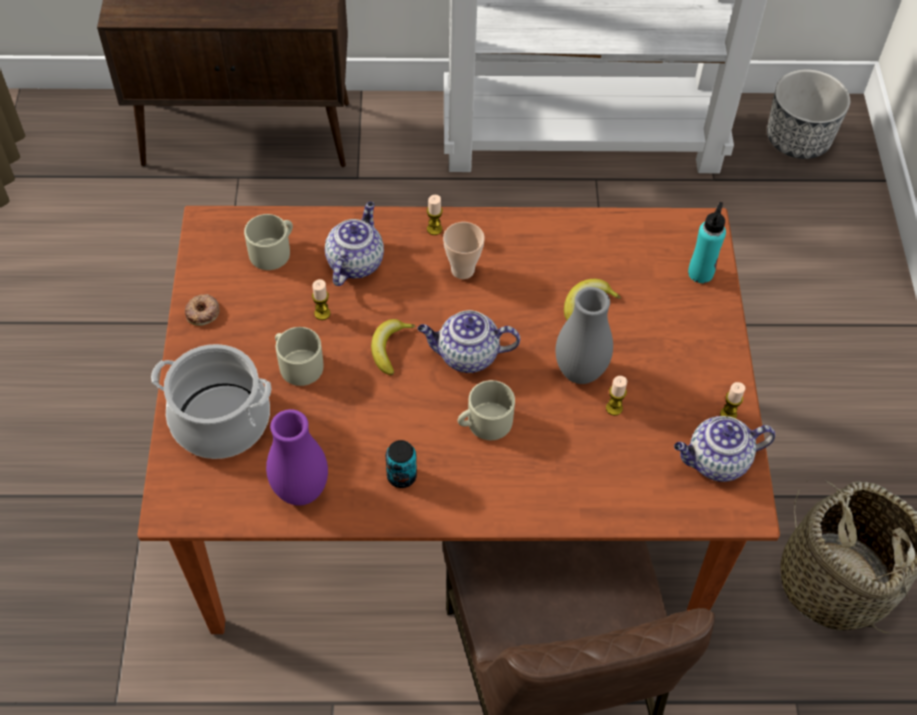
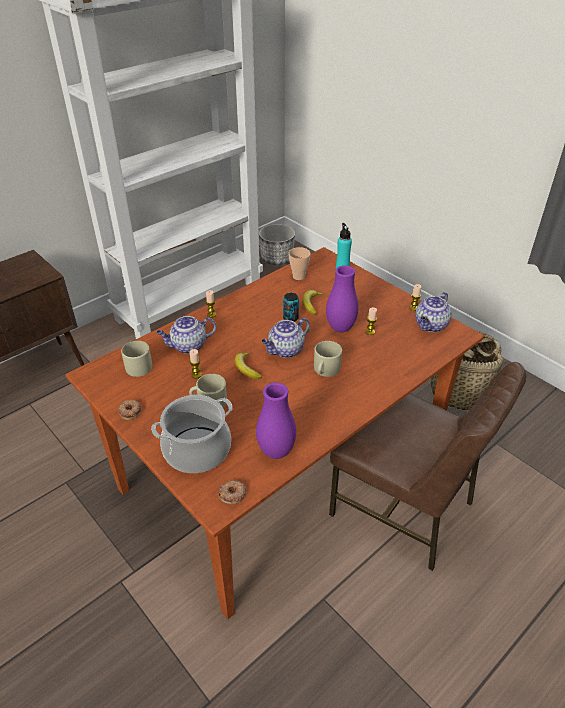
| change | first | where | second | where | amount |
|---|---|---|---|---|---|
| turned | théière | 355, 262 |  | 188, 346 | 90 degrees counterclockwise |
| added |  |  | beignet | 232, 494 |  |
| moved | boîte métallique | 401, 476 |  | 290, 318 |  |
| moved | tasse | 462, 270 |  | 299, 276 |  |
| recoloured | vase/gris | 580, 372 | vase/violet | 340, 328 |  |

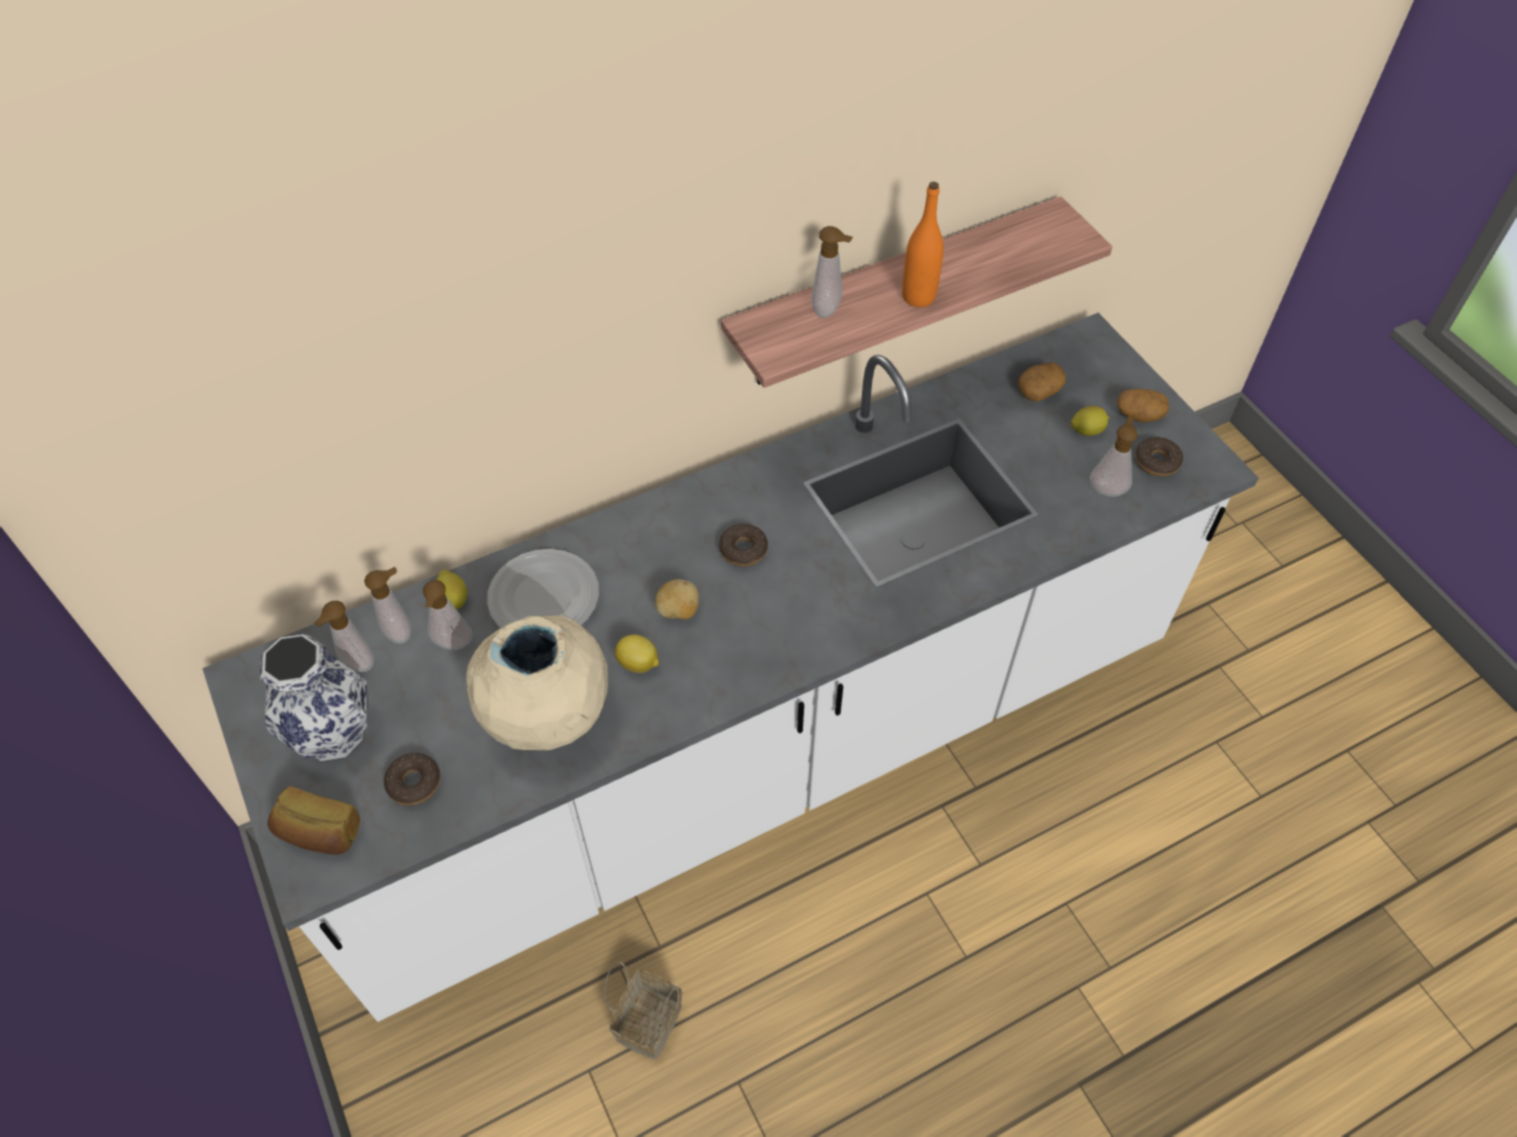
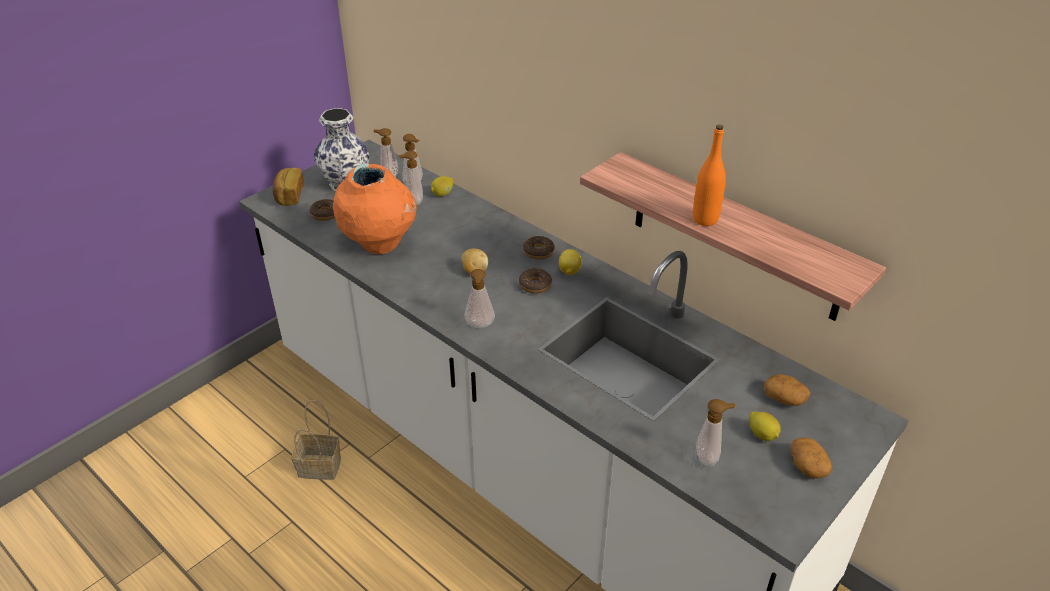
| change | first | where | second | where | amount |
|---|---|---|---|---|---|
| recoloured | vase/beige | 549, 719 | vase/orange | 379, 245 |  |
| moved | distributeur de savon | 829, 310 |  | 480, 326 |  |
| moved | beignet | 1156, 461 |  | 538, 252 |  |
| moved | citron | 638, 664 |  | 569, 271 |  |
| removed | assiette | 544, 599 |  |  |  |

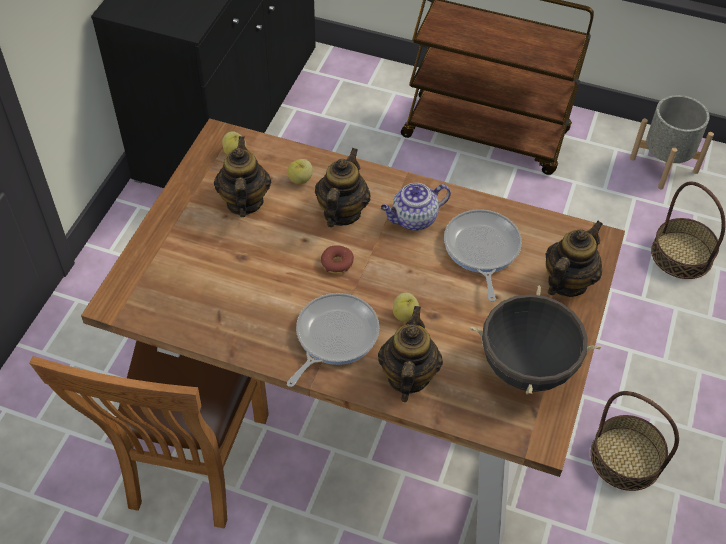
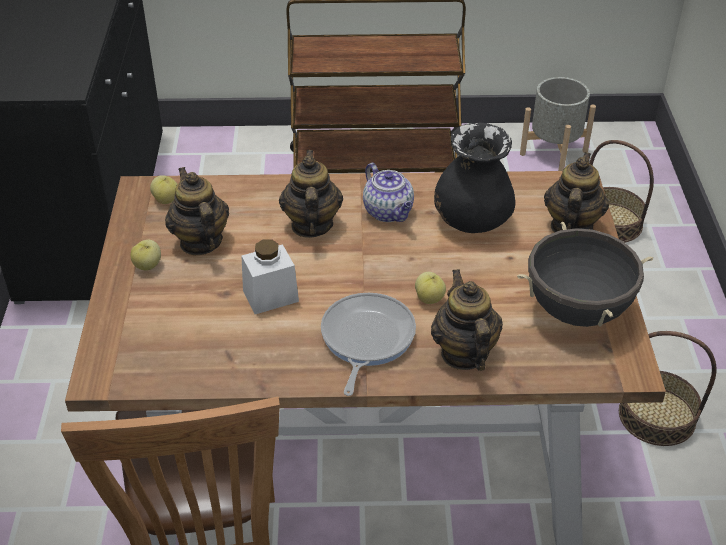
| change | first | where | second | where | amount |
|---|---|---|---|---|---|
| moved | pomme | 300, 180 |  | 148, 266 |  |
| added |  |  | bocal/blanc | 270, 296 |  |
| turned | théière | 413, 219 |  | 389, 212 | 75 degrees counterclockwise |
| replaced | poêle | 481, 250 | vase/noir | 472, 221 |  |
| removed | beignet | 337, 263 |  |  |  |

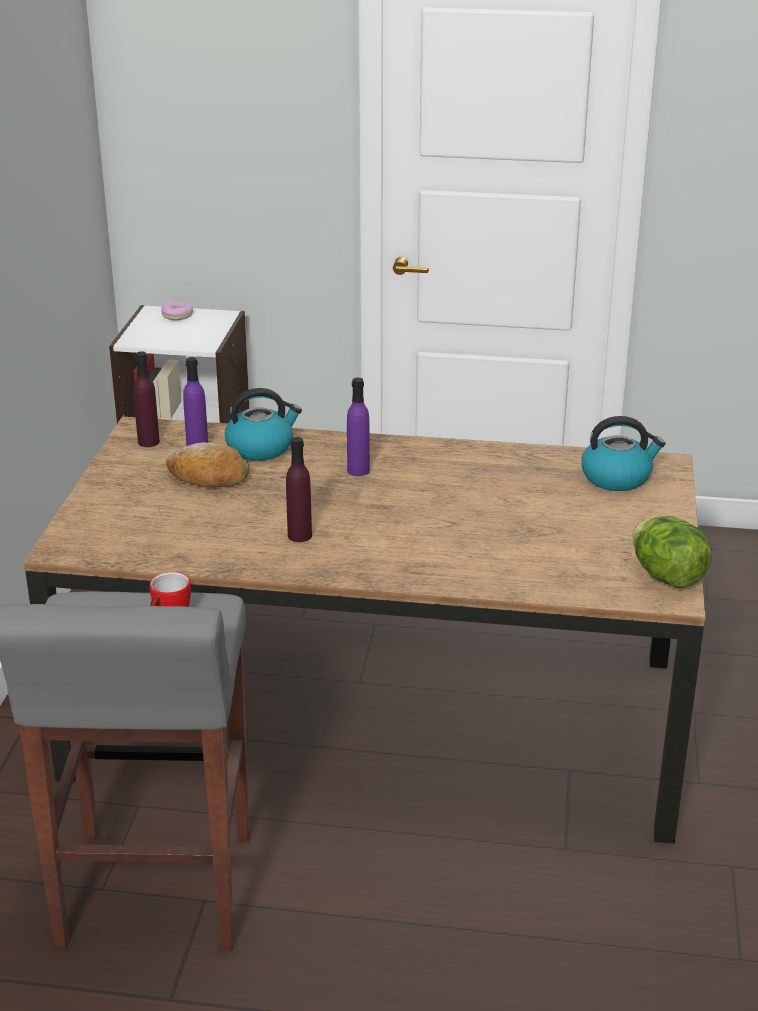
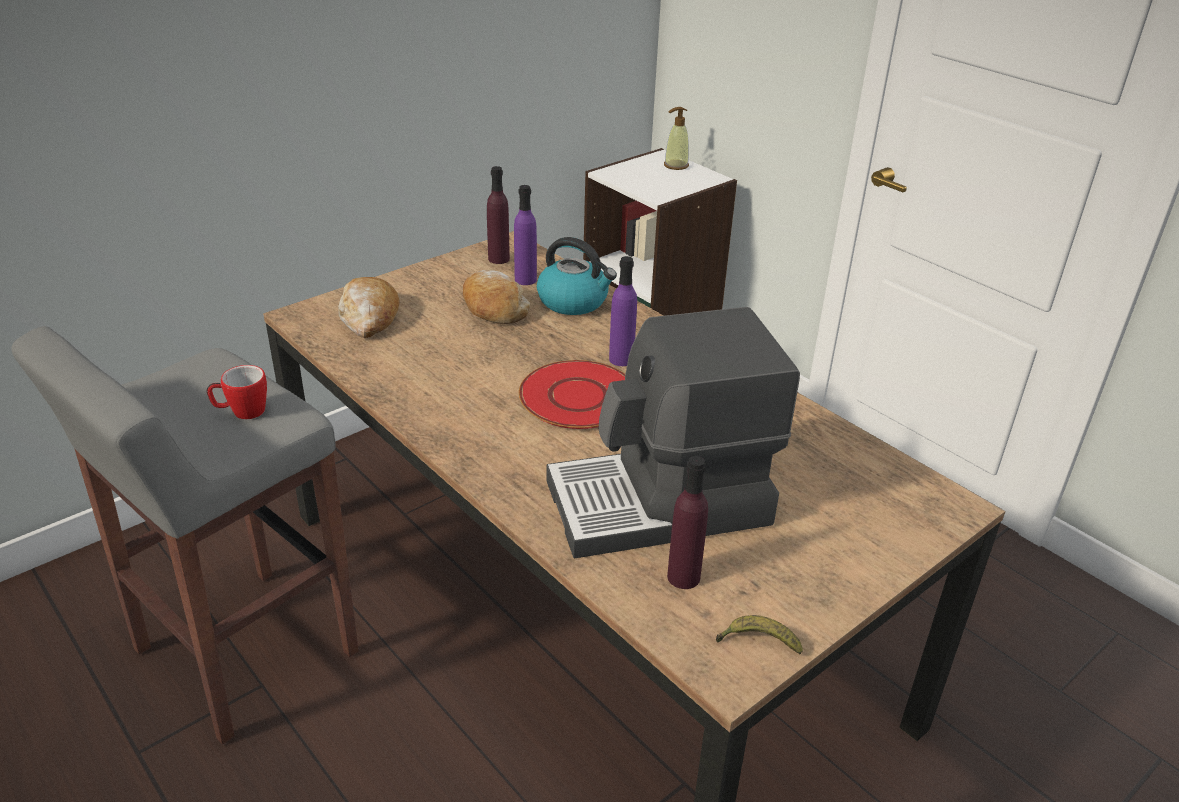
| change | first | where | second | where | amount |
|---|---|---|---|---|---|
| added |  |  | pain | 370, 317 |  |
| added |  |  | assiette/rouge | 578, 397 |  |
| added |  |  | machine à café | 661, 505 |  |
| replaced | beignet | 177, 315 | distributeur de savon | 676, 165 |  |
| moved | bouteille/violet | 299, 535 |  | 683, 577 |  |
| replaced | laitue | 667, 577 | banane | 758, 642 |  |
| removed | bouilloire | 617, 477 |  |  |  |

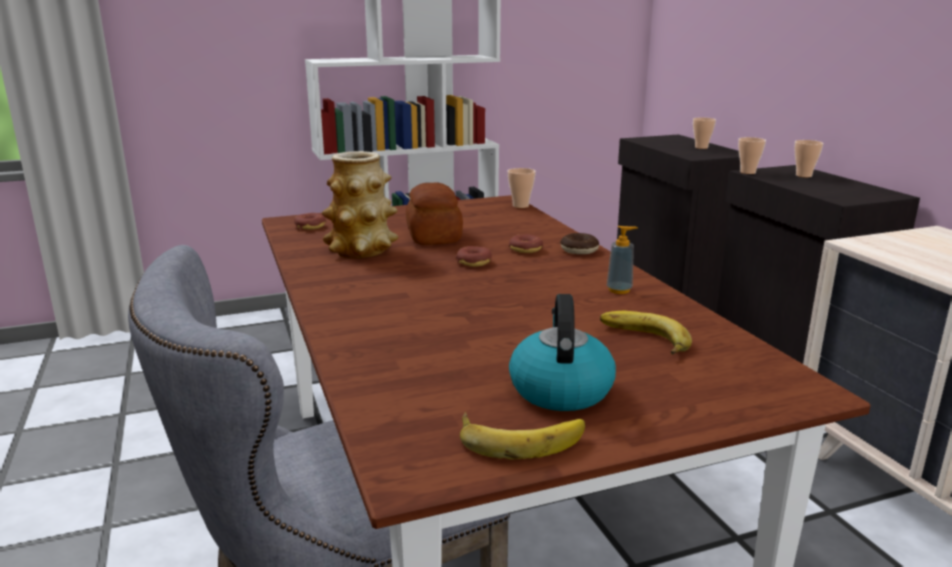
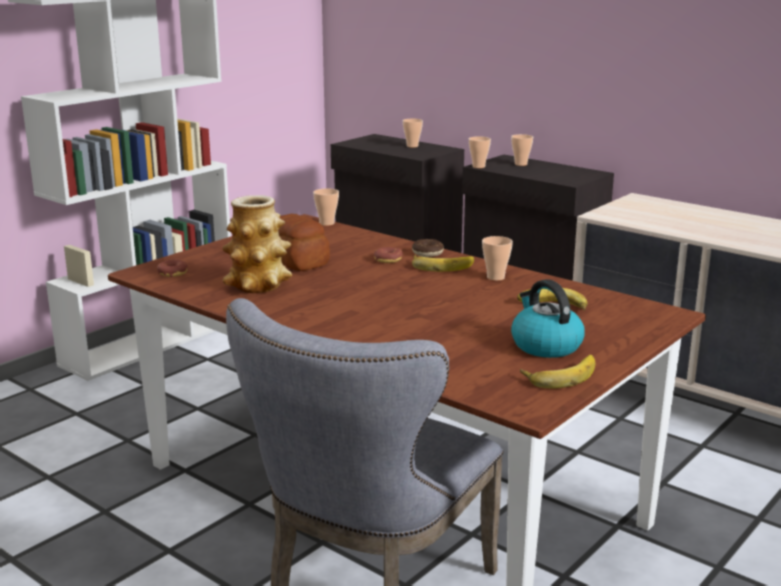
| change | first | where | second | where | amount |
|---|---|---|---|---|---|
| added |  |  | banane | 442, 265 |  |
| replaced | distributeur de savon | 619, 290 | tasse | 495, 277 |  |
| removed | beignet | 474, 262 |  |  |  |

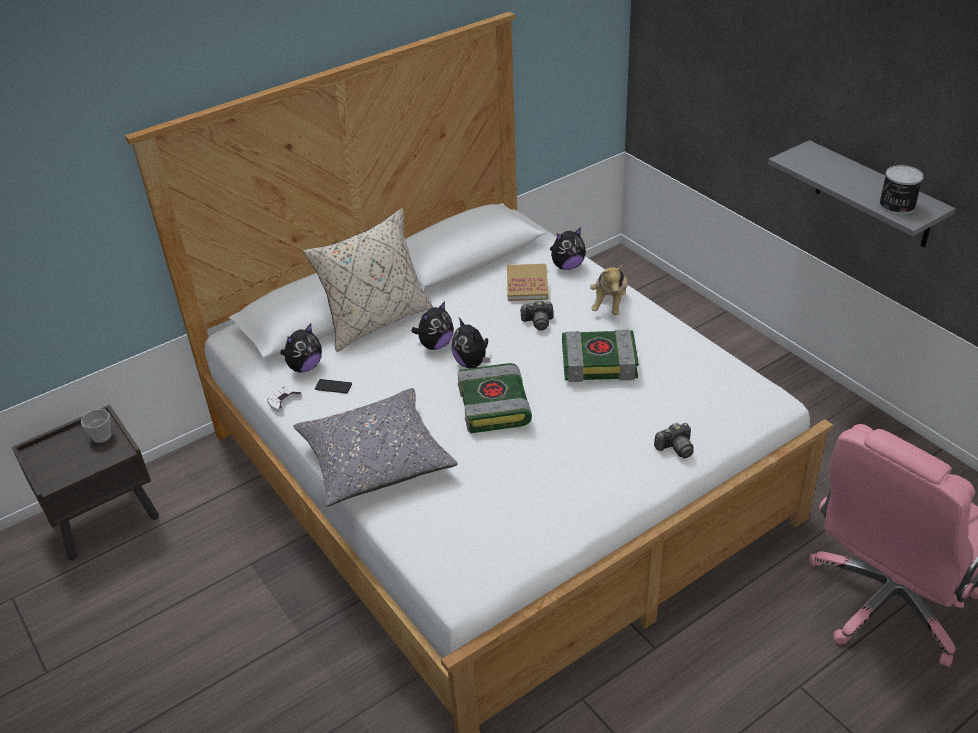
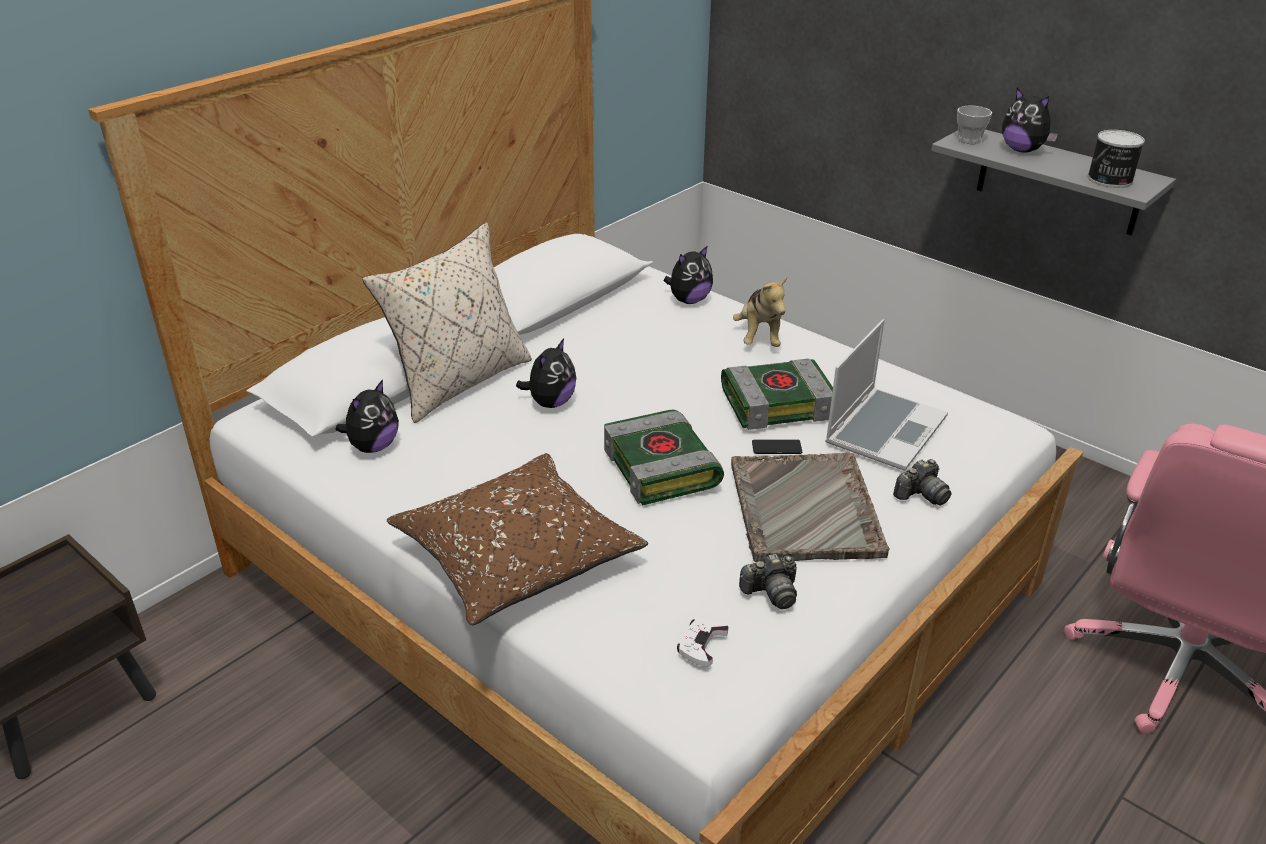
| change | first | where | second | where | amount |
|---|---|---|---|---|---|
| recoloured | coussin/gris | 375, 460 | coussin/marron | 516, 556 |  |
| moved | manette/blanc | 284, 400 |  | 701, 644 |  |
| added |  |  | plateau/gris | 805, 510 |  |
| moved | appareil photo | 538, 322 |  | 771, 593 |  |
| moved | téléphone | 333, 386 |  | 776, 447 |  |
| added |  |  | ordinateur portable | 884, 429 |  |
| moved | tasse | 102, 436 |  | 969, 140 |  |
| moved | peluche | 472, 363 |  | 1022, 150 |  |
| removed | livre | 527, 284 |  |  |  |

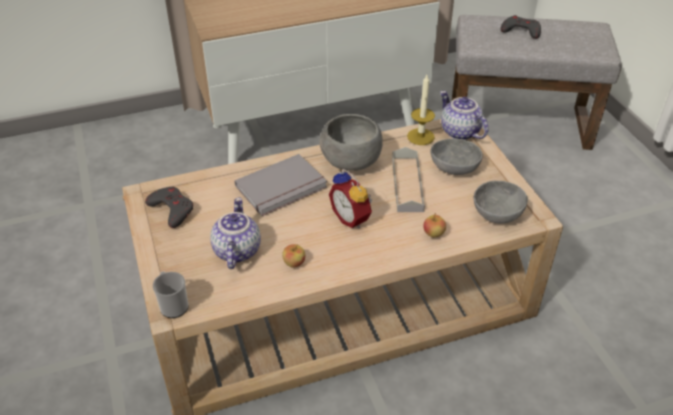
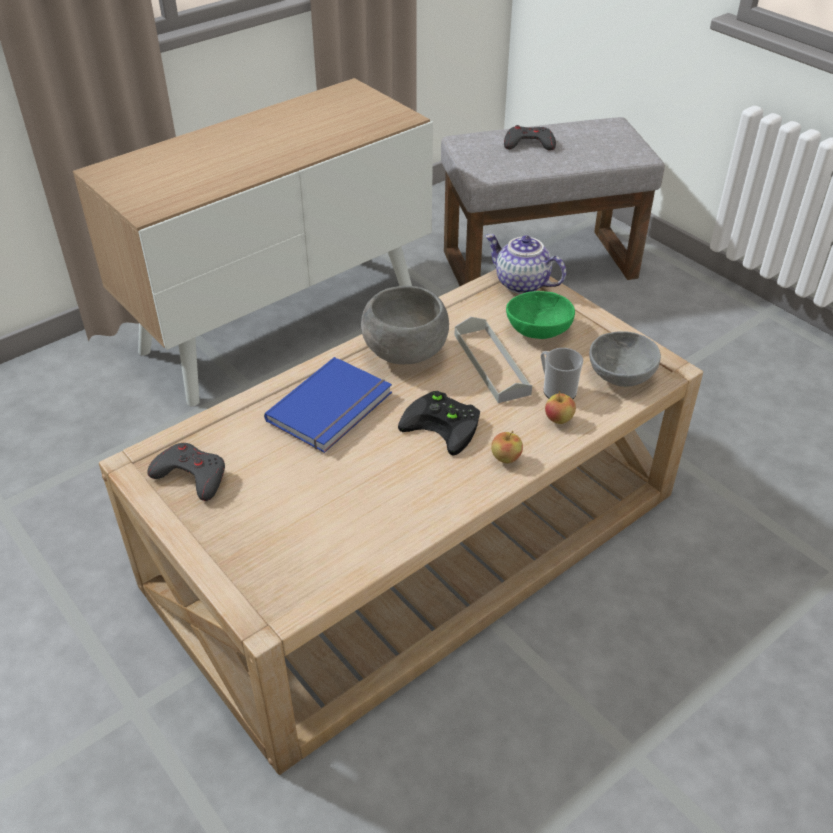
| change | first | where | second | where | amount |
|---|---|---|---|---|---|
| recoloured | livre/gris | 283, 188 | livre/bleu | 333, 408 |  |
| replaced | réveil | 352, 218 | manette/noir | 445, 425 |  |
| moved | pomme | 294, 263 |  | 505, 458 |  |
| recoloured | bol/gris | 454, 167 | bol/vert | 537, 329 |  |
| moved | mug | 173, 305 |  | 556, 390 |  |
| removed | théière | 236, 250 |  |  |  |
| removed | bougie | 420, 136 |  |  |  |

